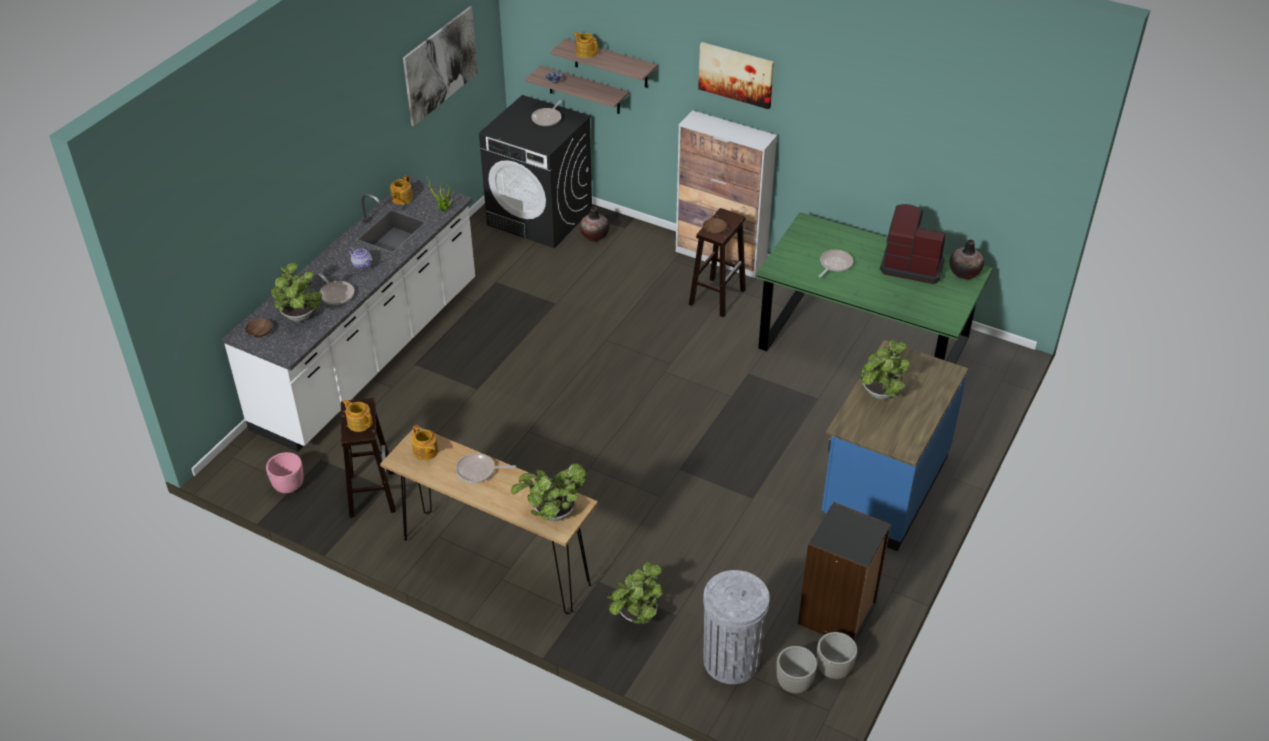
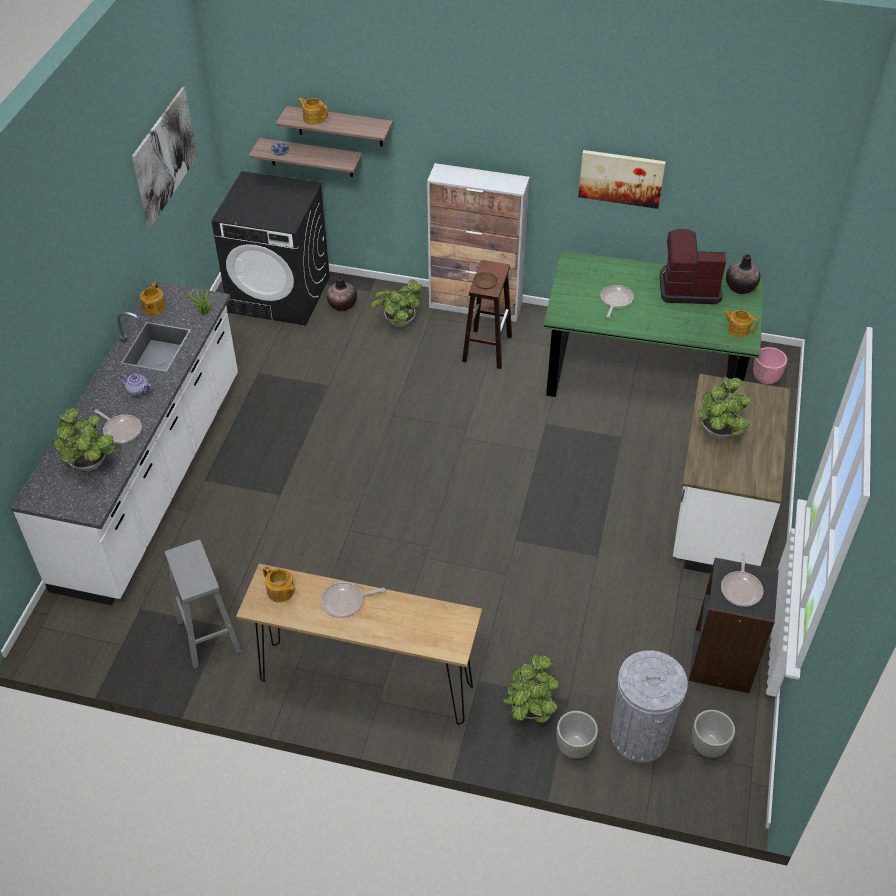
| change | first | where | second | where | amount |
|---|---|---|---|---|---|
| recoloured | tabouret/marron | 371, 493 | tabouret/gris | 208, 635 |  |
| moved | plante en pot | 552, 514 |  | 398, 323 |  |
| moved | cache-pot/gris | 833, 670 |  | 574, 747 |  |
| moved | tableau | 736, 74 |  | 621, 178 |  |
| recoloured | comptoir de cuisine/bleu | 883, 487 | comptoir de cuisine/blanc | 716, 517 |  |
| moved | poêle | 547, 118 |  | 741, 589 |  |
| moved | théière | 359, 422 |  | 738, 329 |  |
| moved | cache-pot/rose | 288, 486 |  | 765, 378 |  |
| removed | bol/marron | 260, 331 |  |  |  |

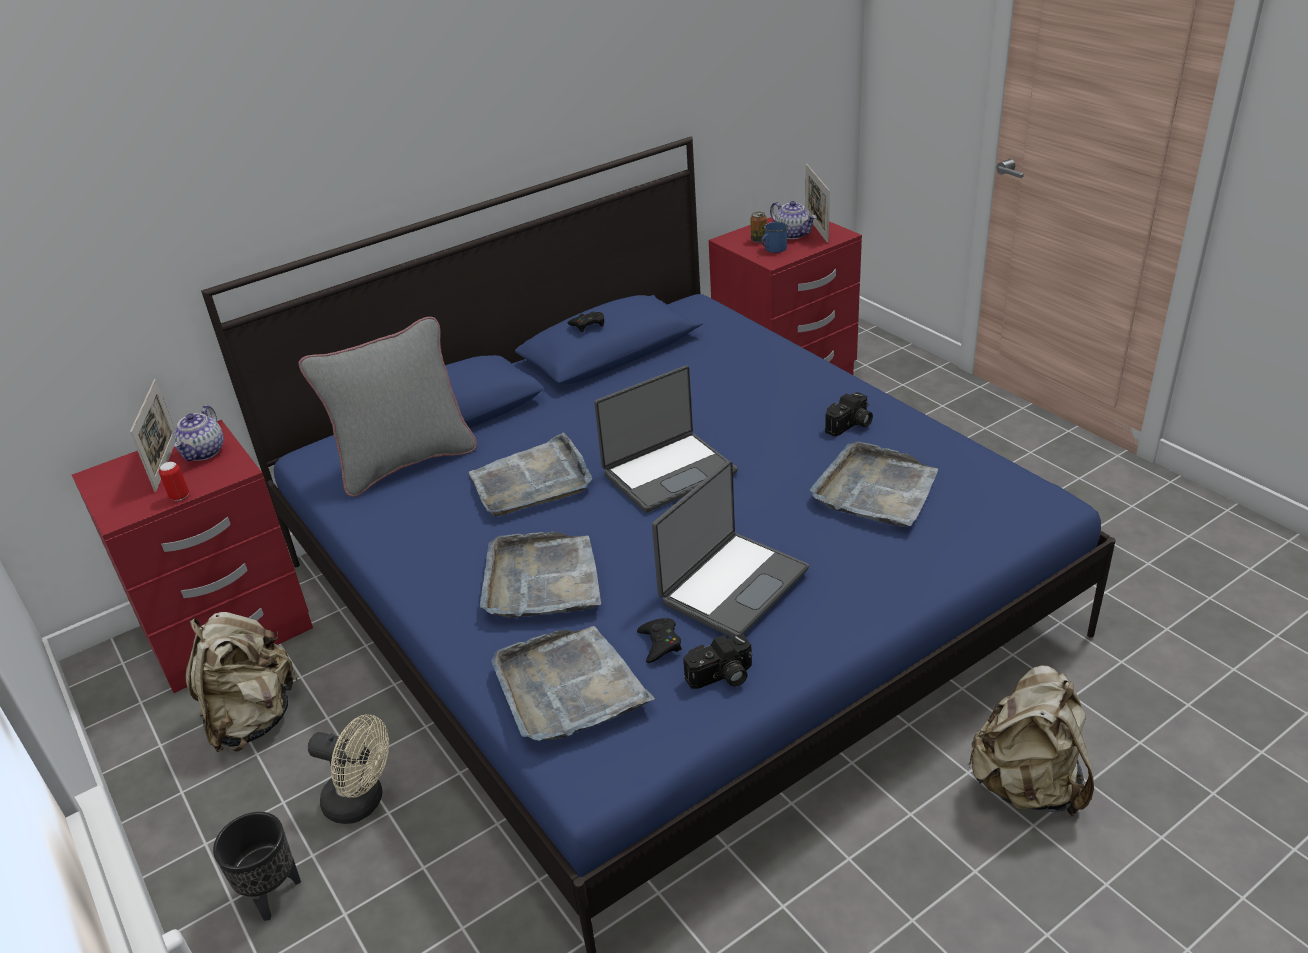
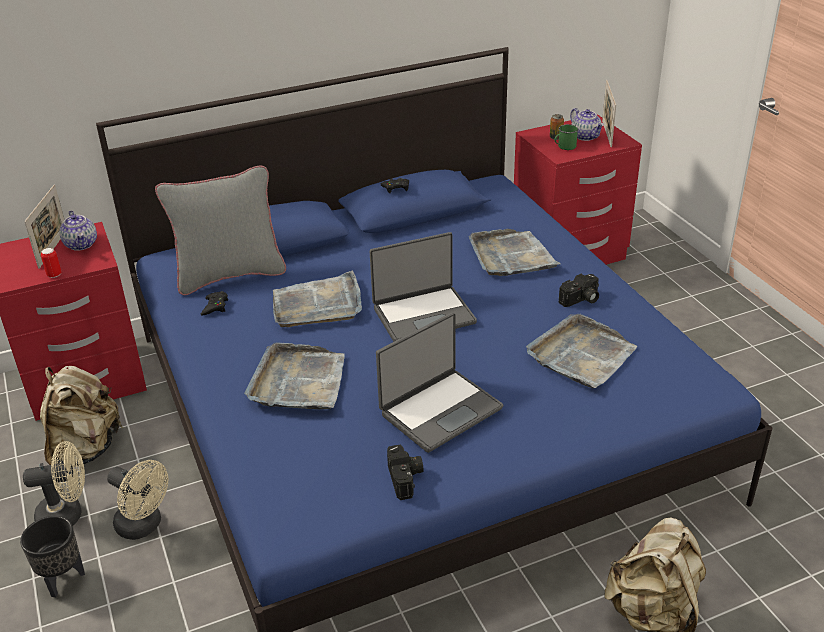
| change | first | where | second | where | amount |
|---|---|---|---|---|---|
| added |  |  | ventilateur/beige | 67, 515 |  |
| turned | théière | 204, 452 |  | 81, 244 | 45 degrees counterclockwise |
| moved | manette/noir | 660, 643 |  | 215, 306 |  |
| turned | appareil photo | 721, 677 |  | 406, 479 | 90 degrees counterclockwise |
| moved | plateau/gris | 568, 688 |  | 511, 256 |  |
| recoloured | mug/bleu | 773, 249 | mug/vert | 564, 147 |  |

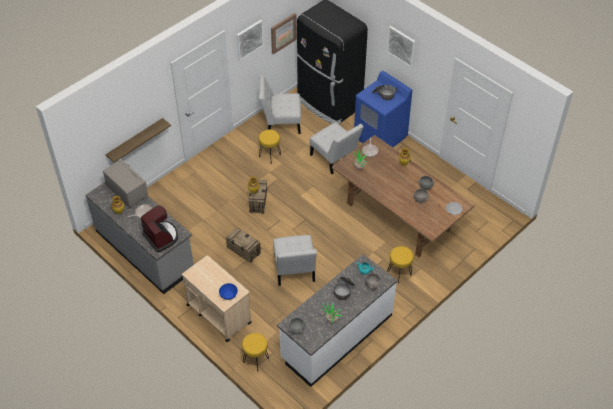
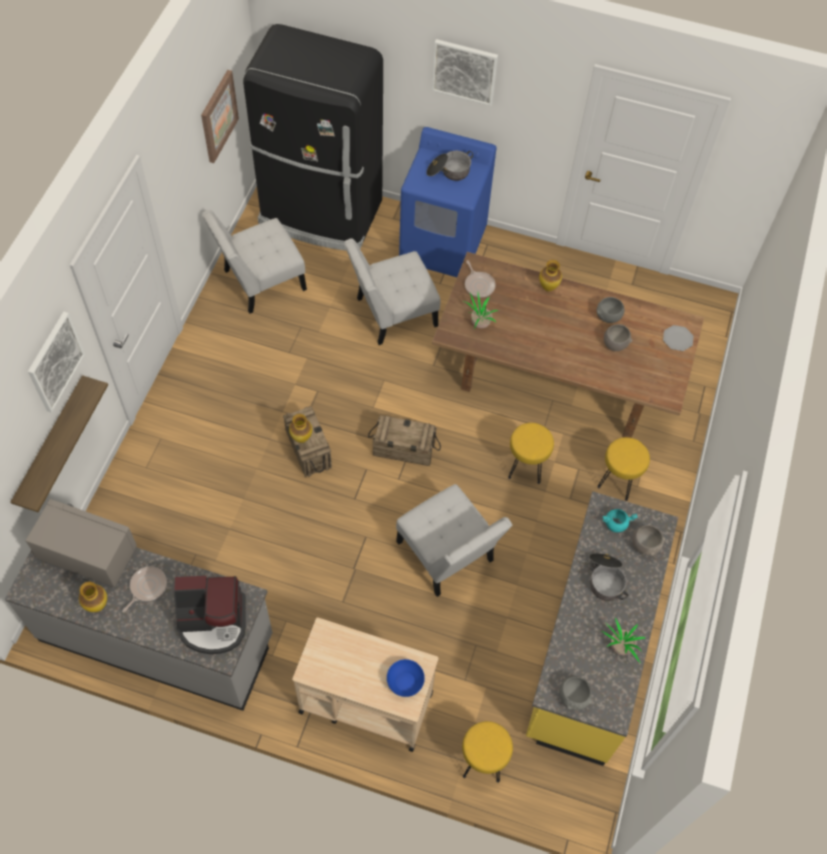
| change | first | where | second | where | amount |
|---|---|---|---|---|---|
| moved | tableau | 249, 39 |  | 55, 361 |  |
| turned | machine à café | 161, 237 |  | 213, 622 | 150 degrees clockwise |
| turned | chaise/blanc | 335, 158 |  | 392, 313 | 135 degrees clockwise |
| moved | caisse | 243, 250 |  | 403, 449 |  |
| moved | tabouret/jaune | 269, 155 |  | 525, 467 |  |
| recoloured | comptoir de cuisine/blanc | 336, 336 | comptoir de cuisine/jaune | 588, 648 |  |

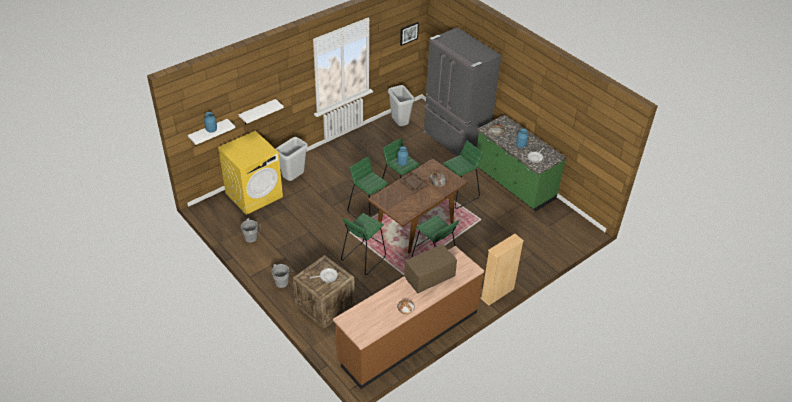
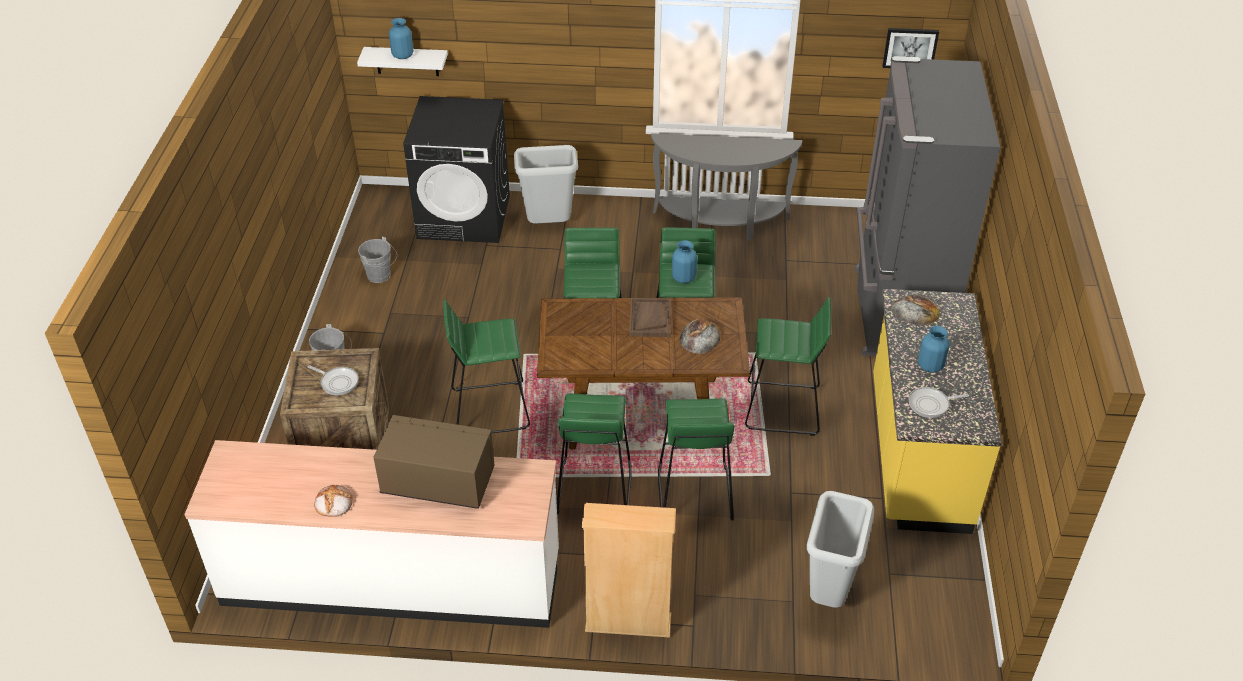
| change | first | where | second | where | amount |
|---|---|---|---|---|---|
| recoloured | comptoir de cuisine/marron | 408, 336 | comptoir de cuisine/blanc | 392, 579 |  |
| recoloured | lave-linge/jaune | 254, 194 | lave-linge/noir | 464, 217 |  |
| added |  |  | table console/gris | 720, 225 |  |
| added |  |  | tabouret/vert | 694, 494 |  |
| moved | poubelle/gris | 400, 125 |  | 829, 595 |  |
| recoloured | comptoir de cuisine/vert | 513, 184 | comptoir de cuisine/jaune | 916, 453 |  |
| removed | étagère/blanc | 257, 112 |  |  |  |

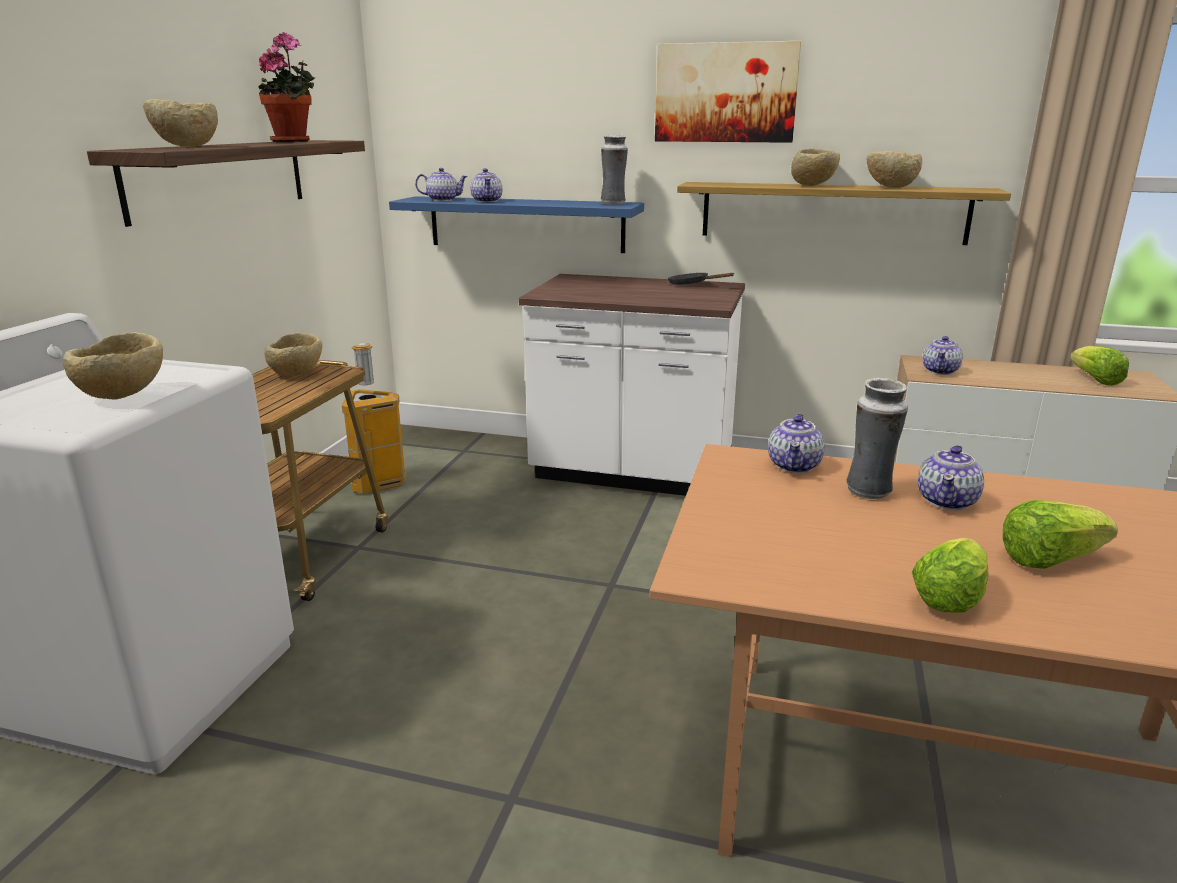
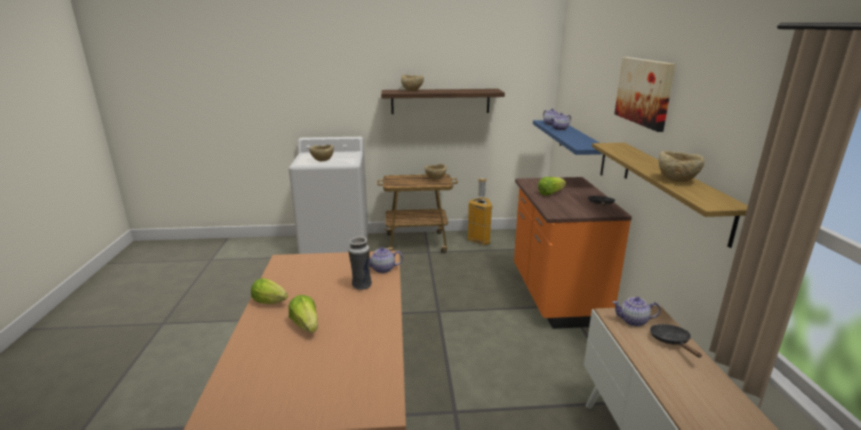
| change | first | where | second | where | amount |
|---|---|---|---|---|---|
| recoloured | comptoir de cuisine/blanc | 632, 474 | comptoir de cuisine/orange | 555, 296 |  |
| moved | laitue | 1094, 380 |  | 550, 193 |  |
| added |  |  | poêle/noir | 671, 341 |  |
| removed | plante en pot | 294, 141 |  |  |  |
| removed | vase | 613, 204 |  |  |  |
| removed | bol/beige | 813, 185 |  |  |  |
| removed | théière | 947, 501 |  |  |  |

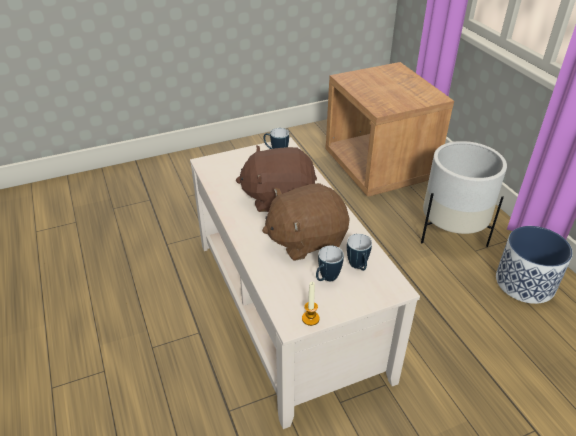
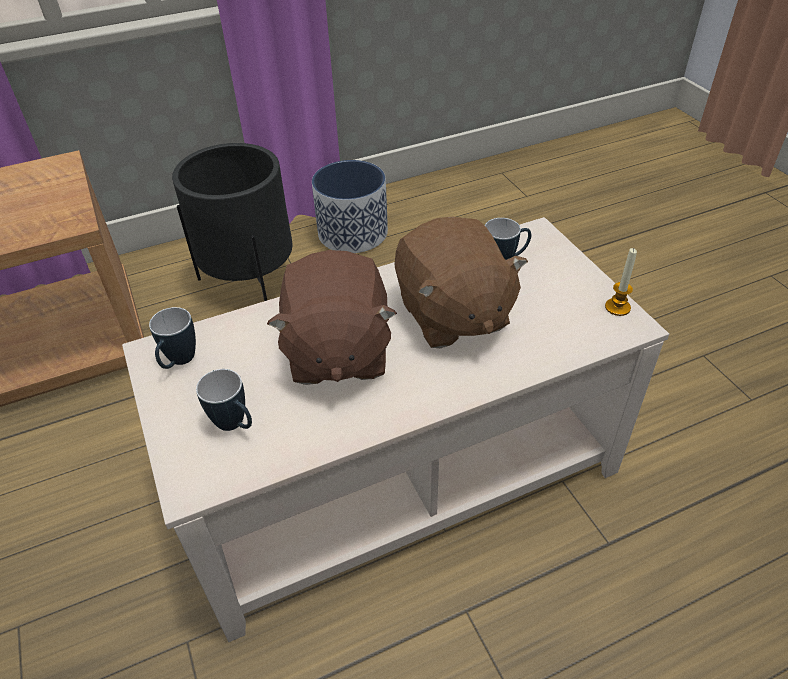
| change | first | where | second | where | amount |
|---|---|---|---|---|---|
| recoloured | cache-pot/blanc | 451, 232 | cache-pot/noir | 251, 280 |  |
| moved | mug | 326, 279 |  | 235, 425 |  |

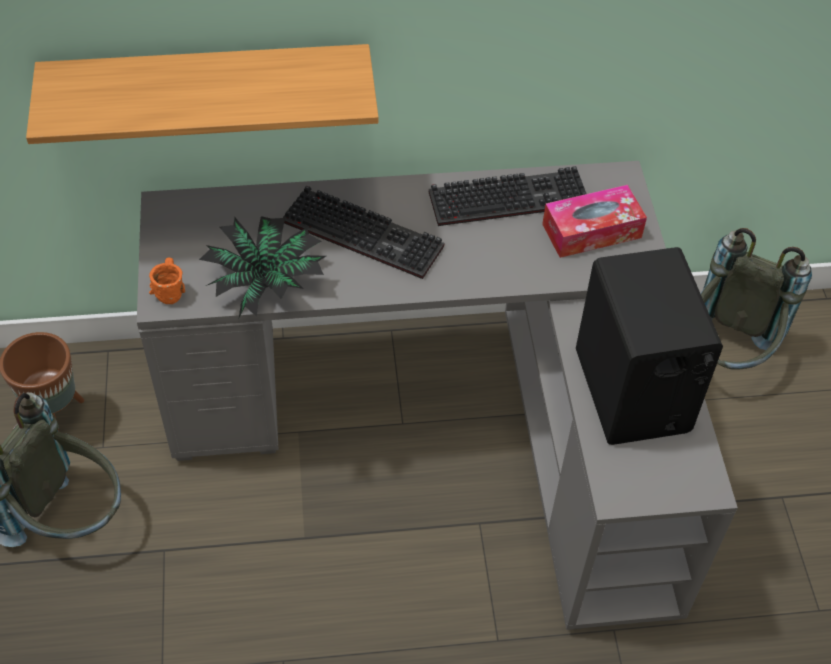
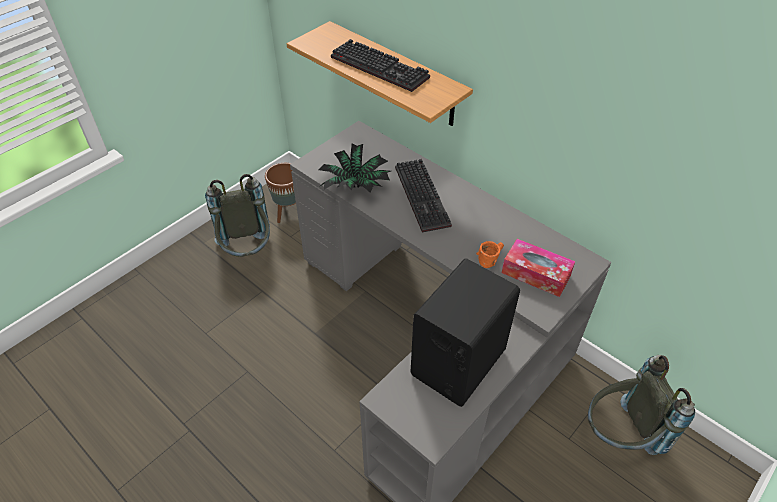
| change | first | where | second | where | amount |
|---|---|---|---|---|---|
| moved | clavier | 510, 197 |  | 382, 67 |  |
| moved | mug/orange | 168, 288 |  | 490, 258 |  |

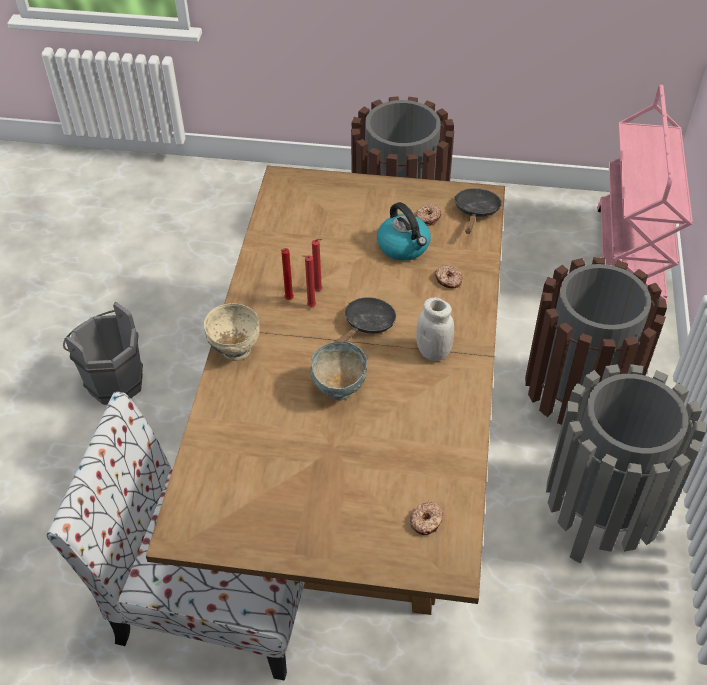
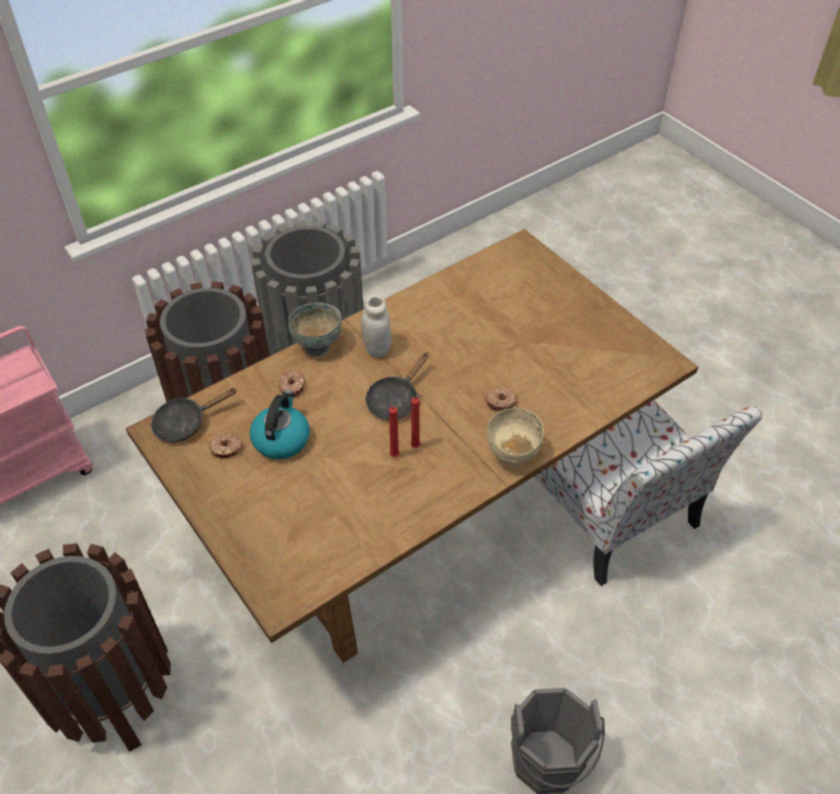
| change | first | where | second | where | amount |
|---|---|---|---|---|---|
| moved | bol/gris | 339, 390 |  | 317, 346 |  |
| turned | poêle/noir | 366, 325 |  | 395, 400 | 45 degrees counterclockwise |
| moved | beignet | 426, 521 |  | 501, 402 |  |
| removed | bougie/rouge | 288, 300 |  |  |  |

